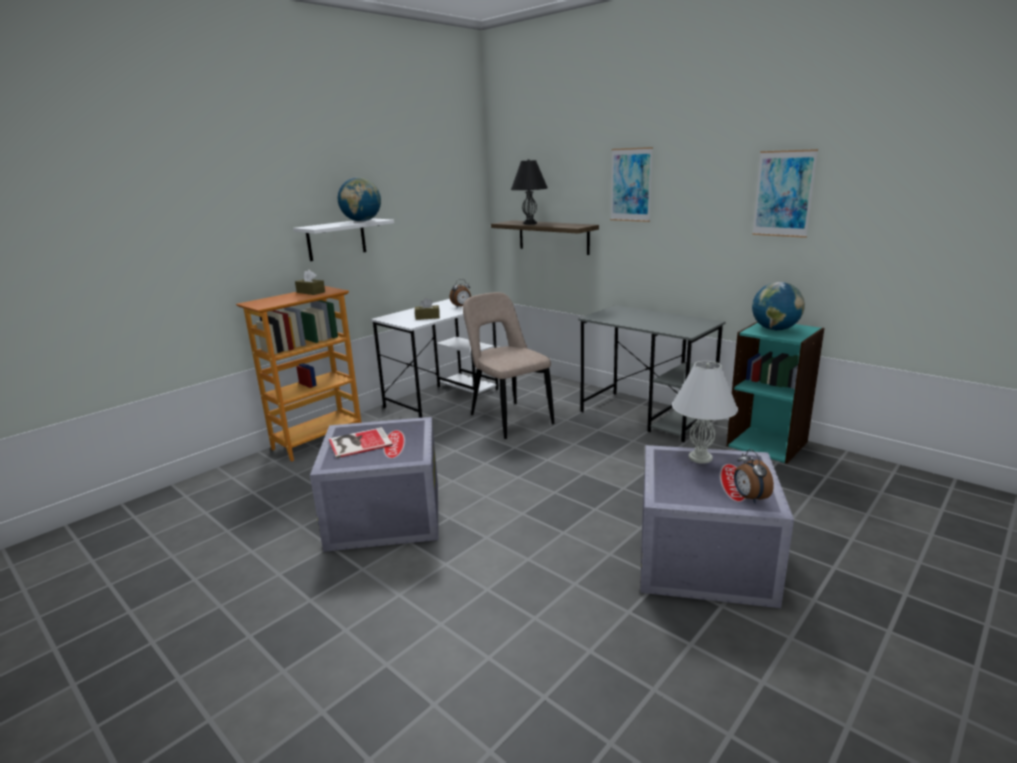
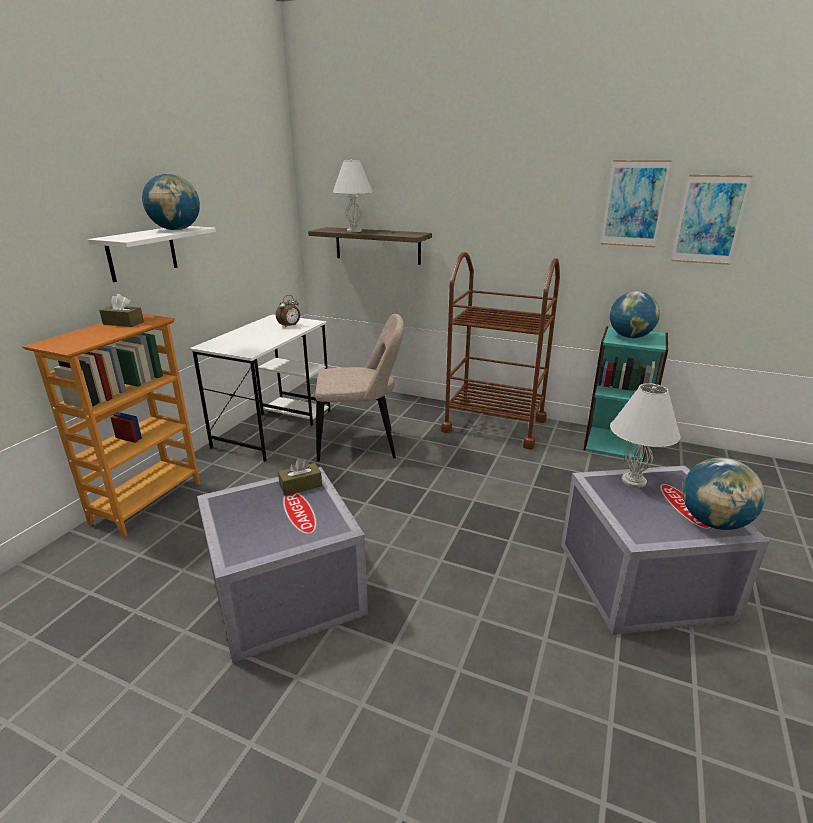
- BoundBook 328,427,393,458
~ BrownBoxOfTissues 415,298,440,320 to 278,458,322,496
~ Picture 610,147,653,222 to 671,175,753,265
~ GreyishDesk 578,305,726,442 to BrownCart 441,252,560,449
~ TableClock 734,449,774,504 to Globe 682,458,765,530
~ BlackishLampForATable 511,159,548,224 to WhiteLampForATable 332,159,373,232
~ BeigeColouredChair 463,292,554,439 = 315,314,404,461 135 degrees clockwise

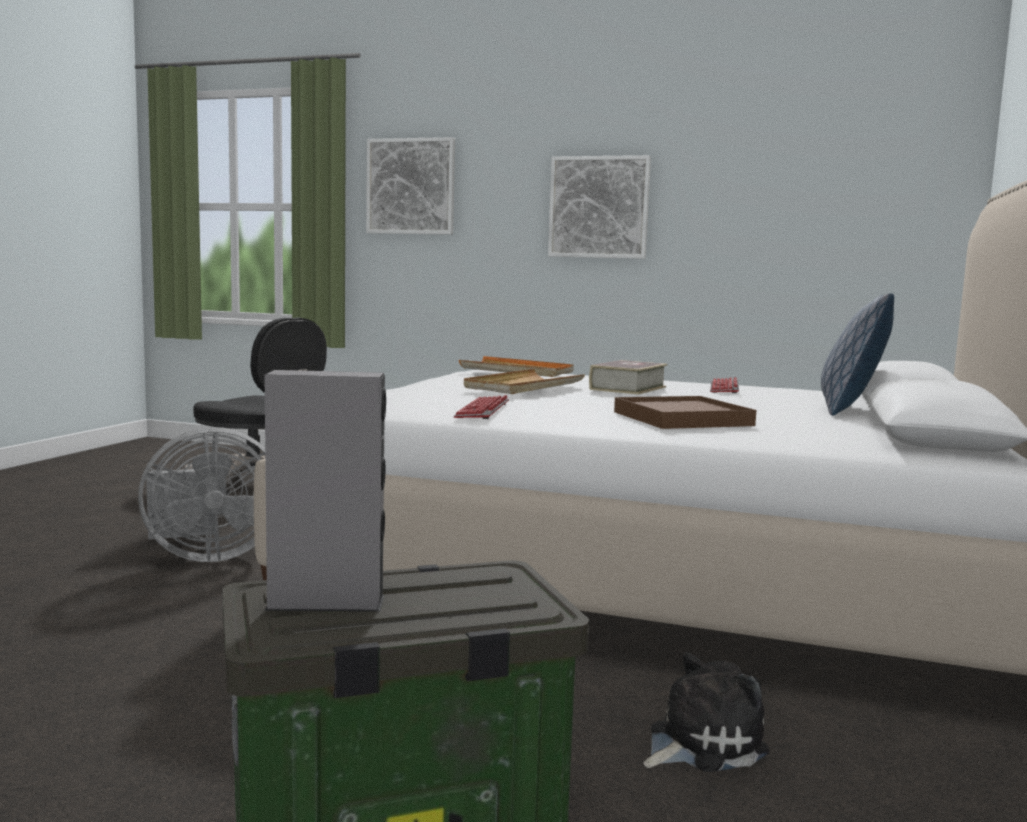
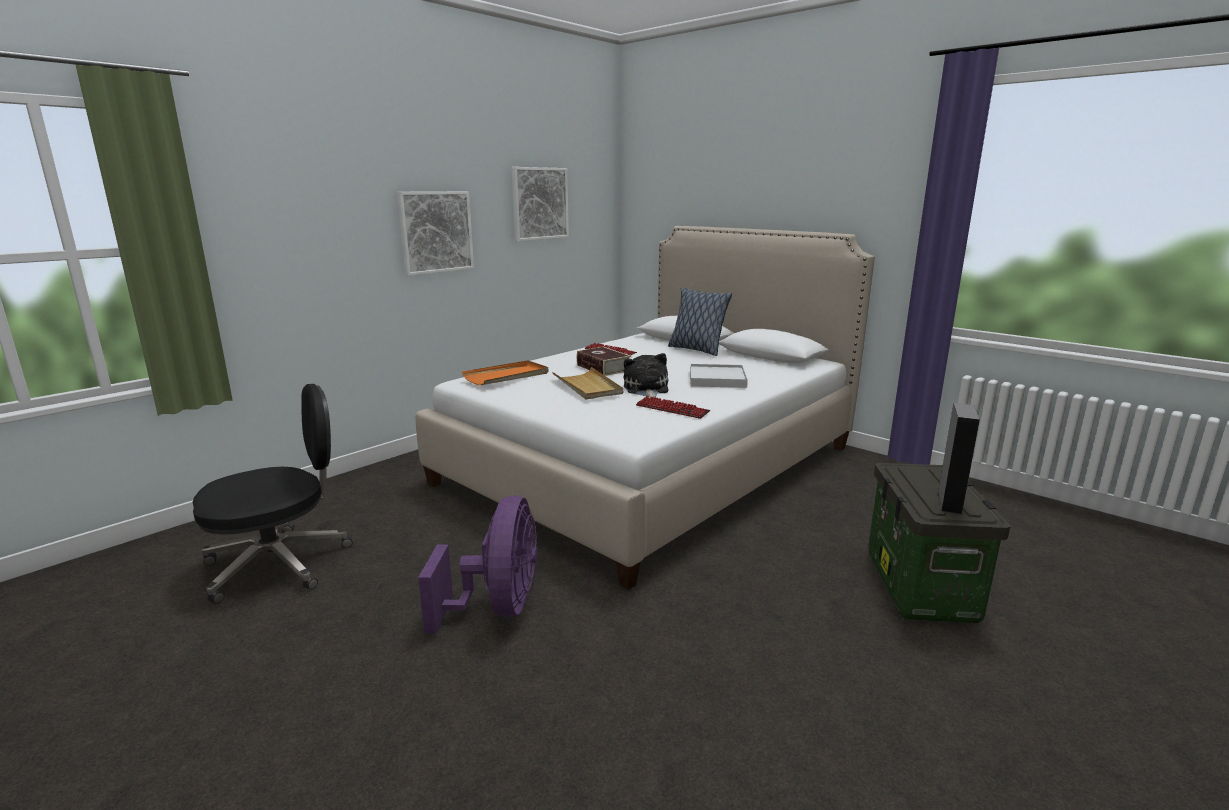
~ Picture 366,137,455,235 to 512,167,569,241
~ PlushToy 644,652,770,772 to 624,353,668,397
~ GreyishElectricFan 138,427,265,562 to PurpleColouredElectricFan 418,496,538,633
~ BrownTray 614,396,756,429 to WhiteTray 690,364,748,388

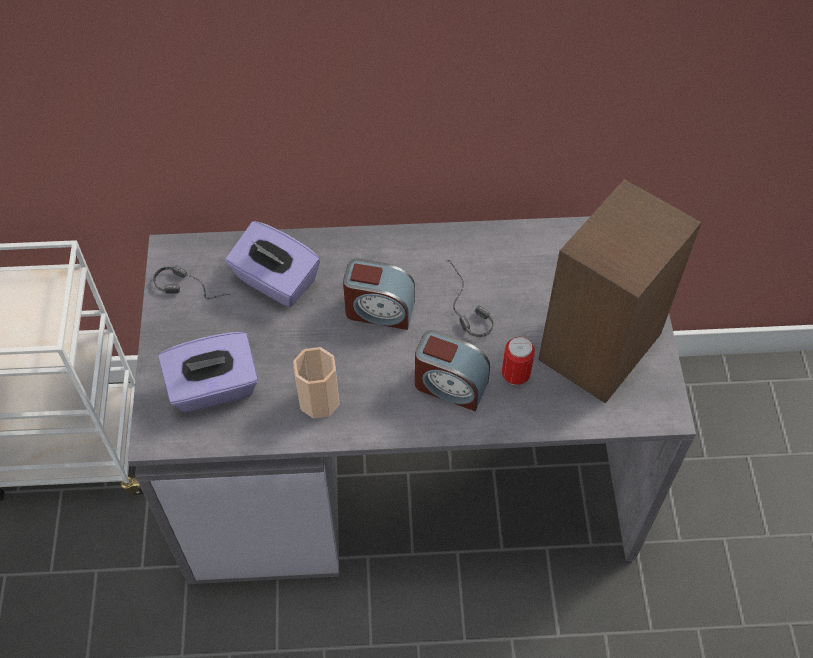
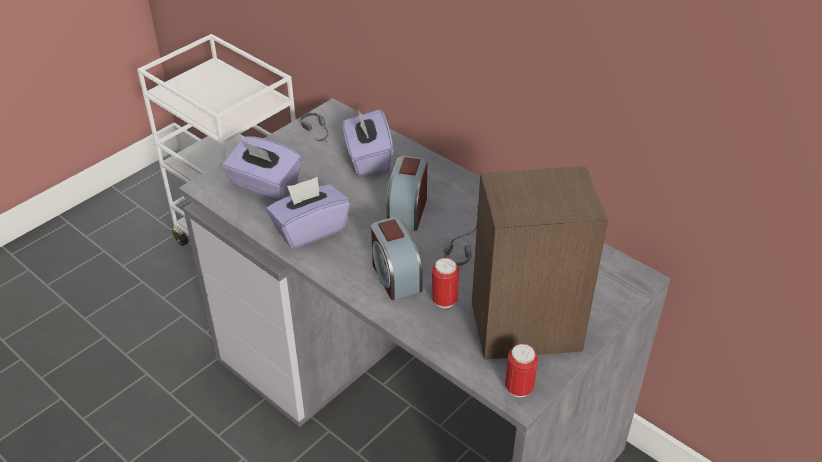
+ MetalCan 505,344,538,397
~ SmallCup 293,347,339,418 to PurpleColouredBoxOfTissues 266,177,350,249
~ TableClock 343,258,415,330 = 386,156,427,231 45 degrees clockwise

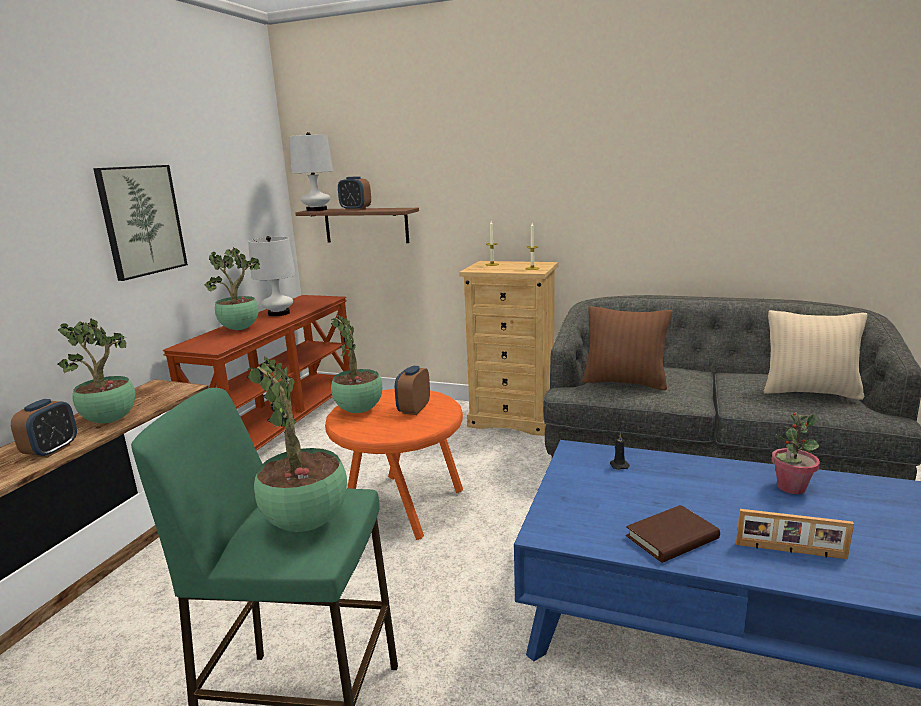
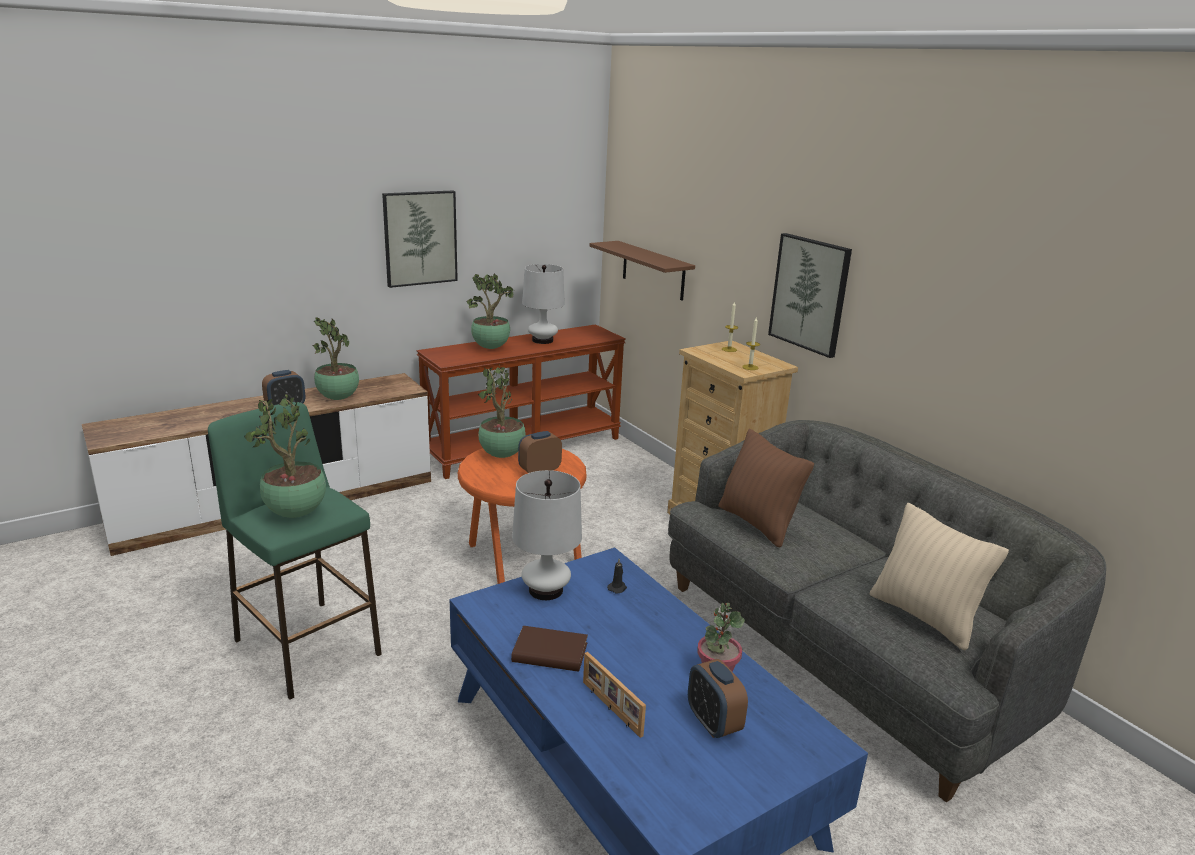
+ Picture 768,233,852,358
~ WhiteLampForATable 289,132,333,211 to 512,470,582,600
~ TableClock 338,176,371,210 to 688,659,748,738

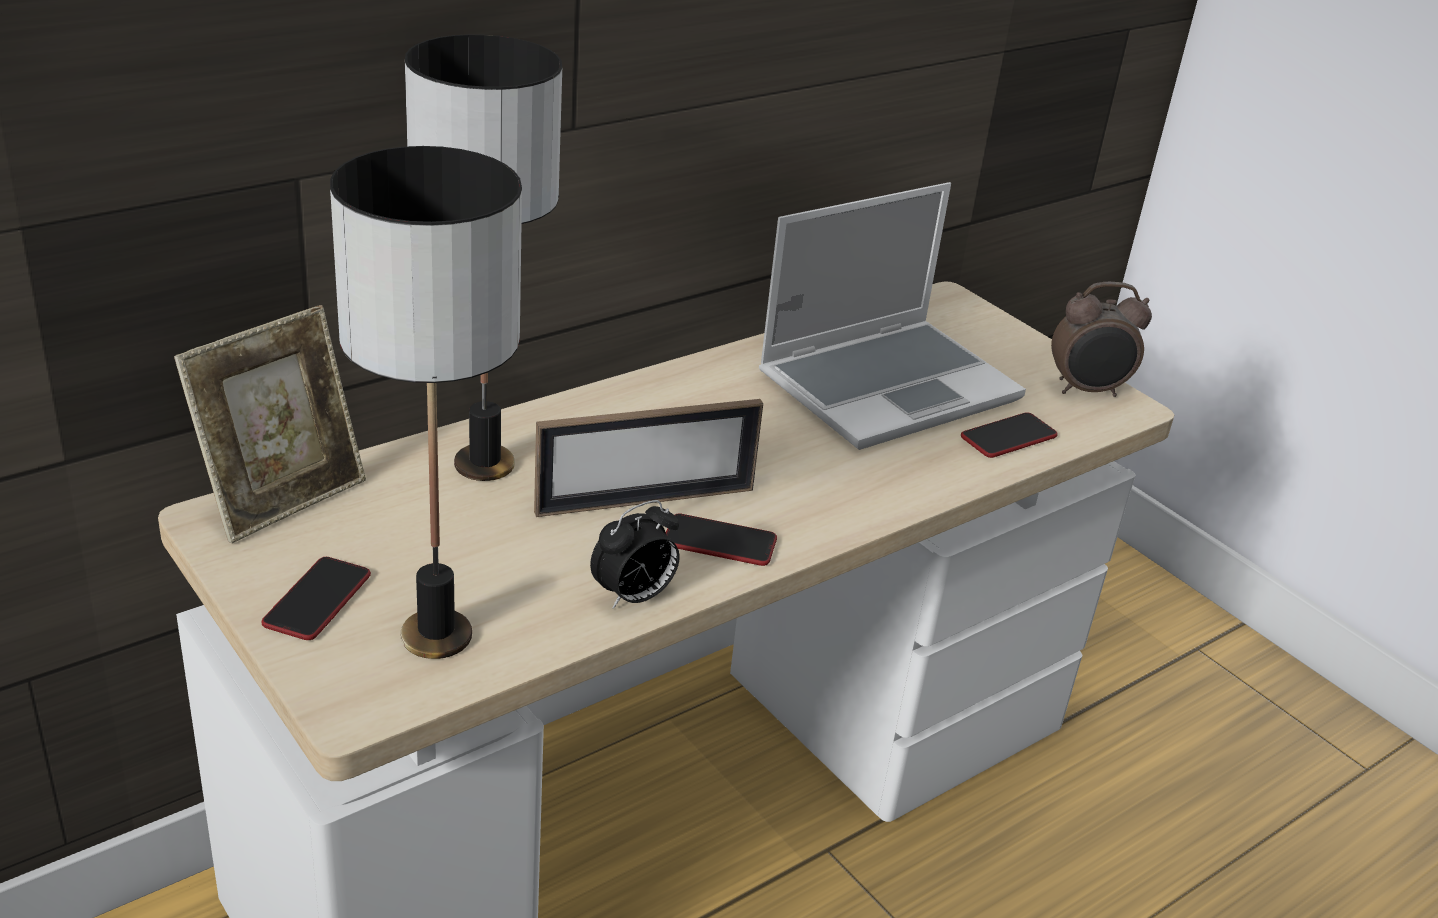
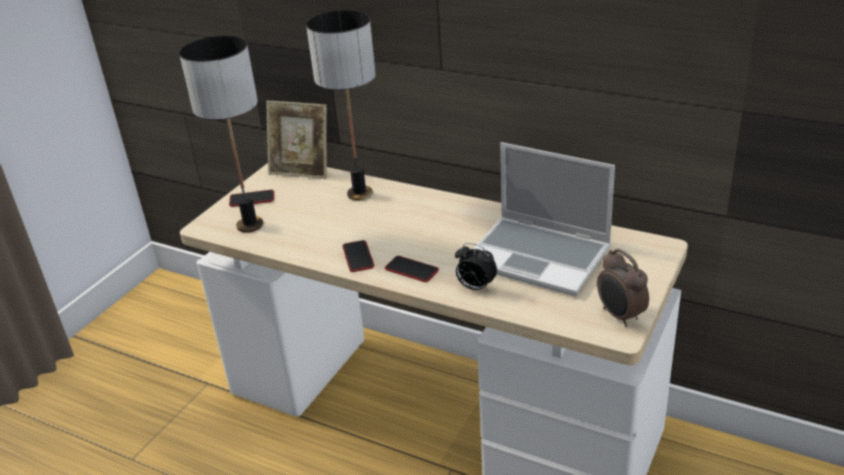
- StandingFrame 534,399,763,517
~ TableClock 590,500,680,609 to 455,243,497,291
~ Handset 961,412,1058,458 to 385,256,439,282

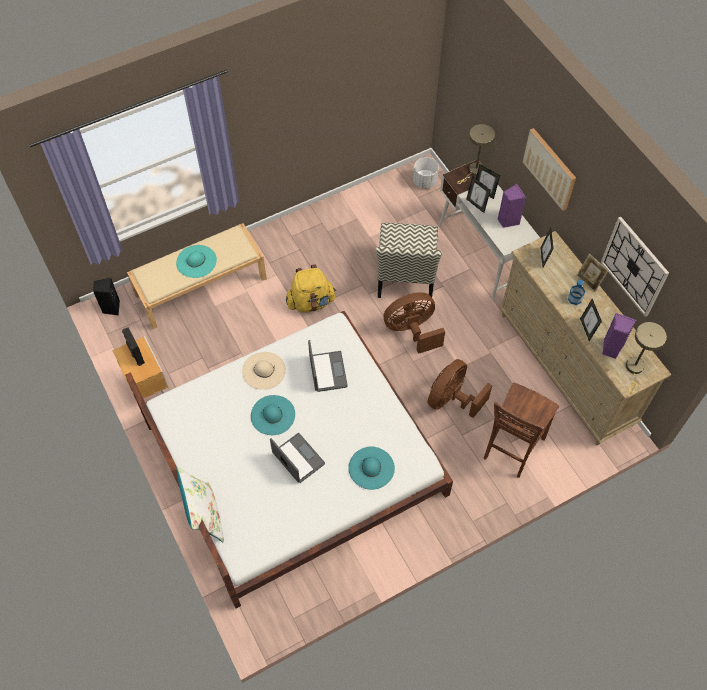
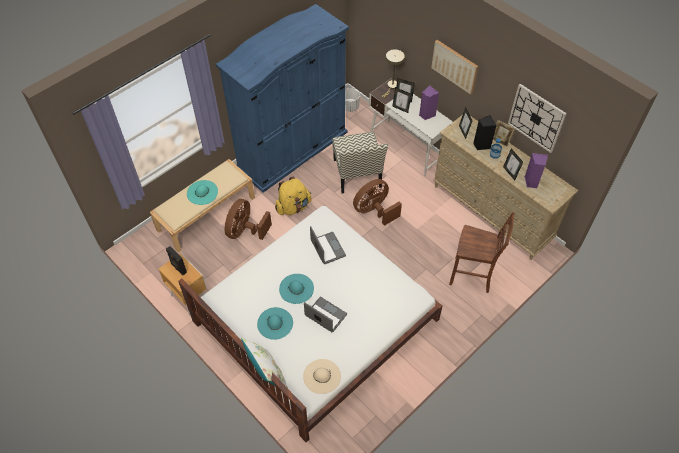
- BeigeColouredLampForATable 626,322,667,393
+ BluishWardrobe 216,4,349,193
~ BlackishAudioSpeaker 93,278,120,316 to 473,115,497,150
~ BeigeColouredClothingHat 242,352,286,390 to 303,359,341,394
~ TurquoiseClothingHat 348,447,395,490 to 257,307,293,340
~ BrownElectricFan 427,359,492,418 to 225,199,272,240
~ BrownChair 483,383,559,478 = 449,212,515,293 90 degrees counterclockwise

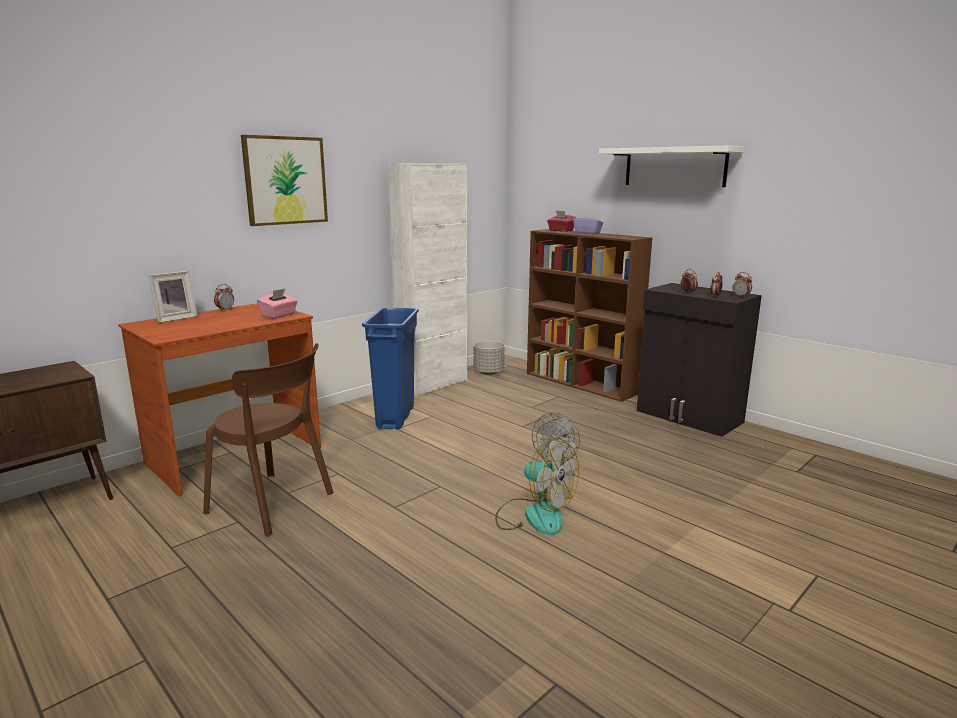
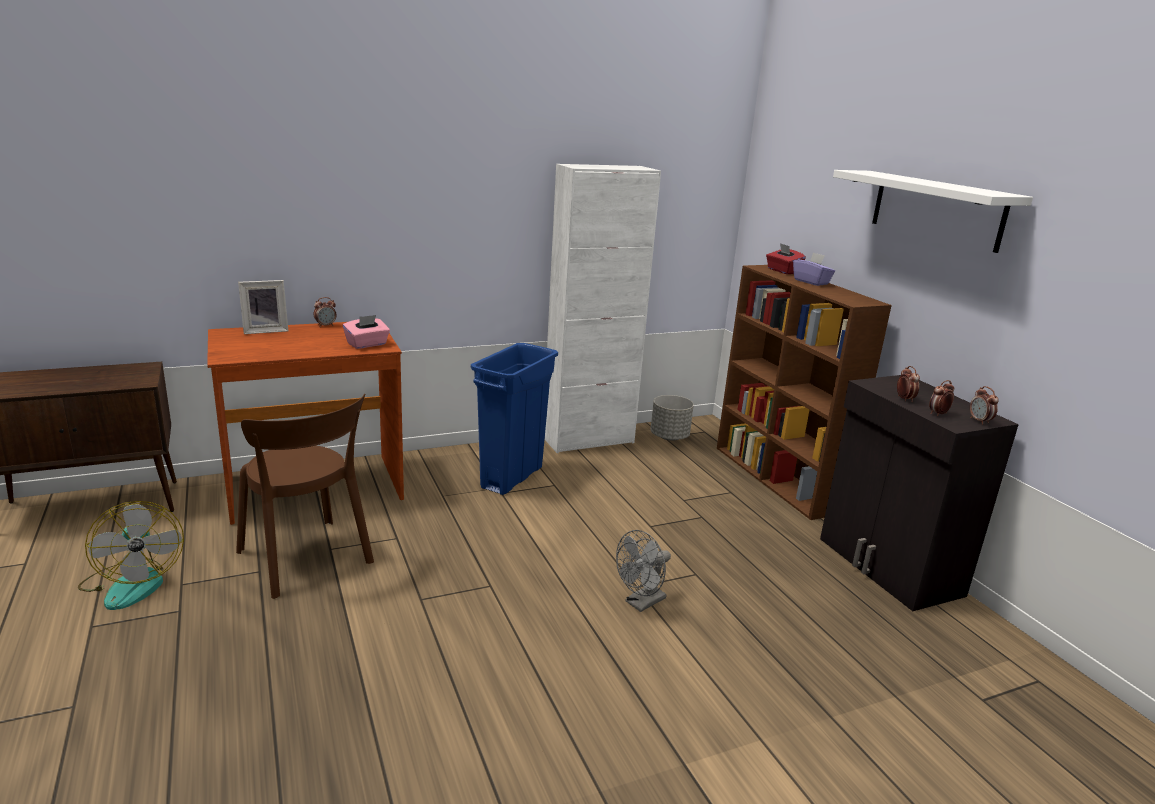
- Picture 241,135,328,226
~ ElectricFan 495,438,579,535 to 78,501,184,610

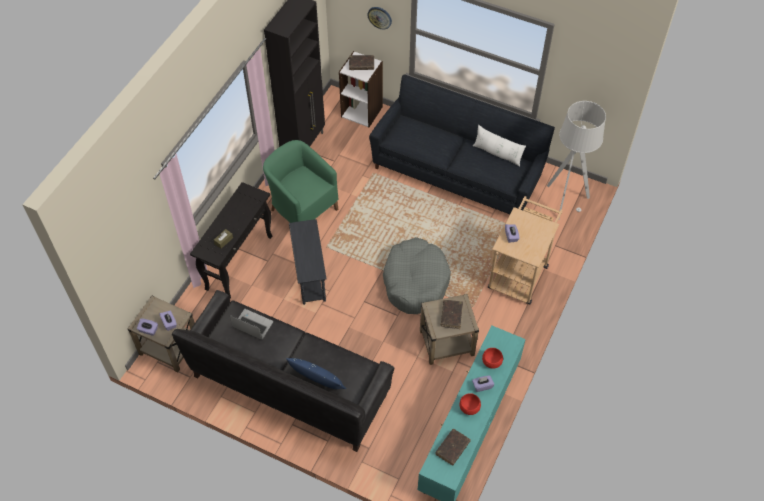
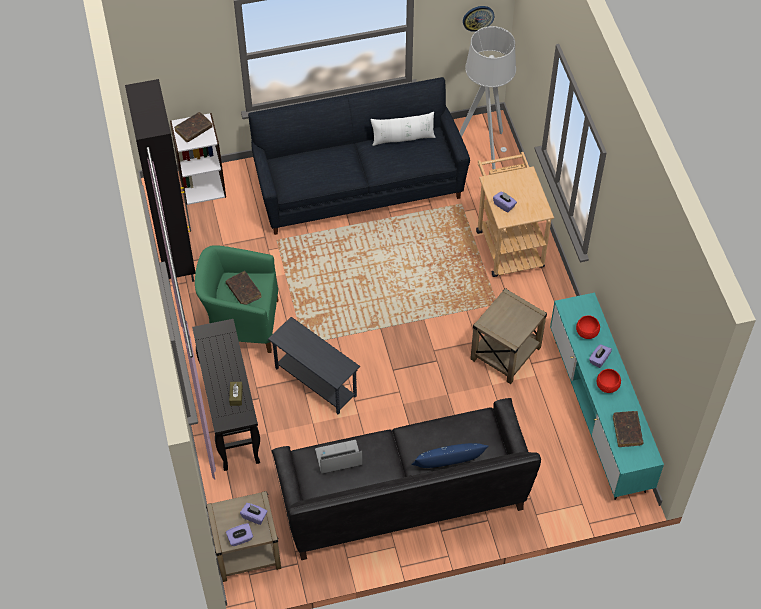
- GreyishDogCushion 383,237,451,314
~ WallClock 367,7,392,29 to 463,6,494,32
~ BrownBoundBook 441,300,463,329 to 226,271,262,305

